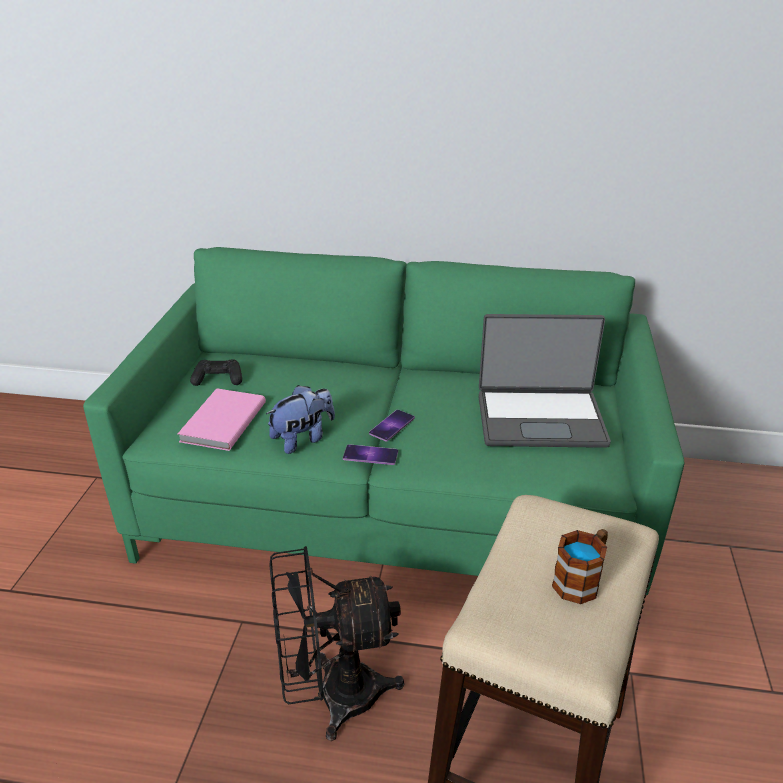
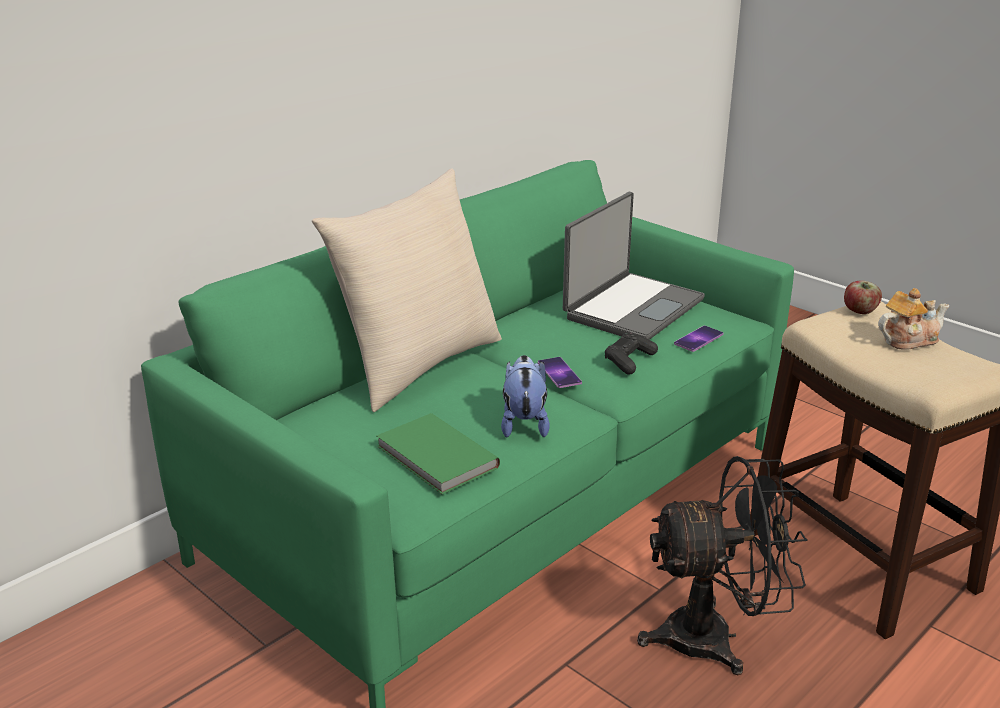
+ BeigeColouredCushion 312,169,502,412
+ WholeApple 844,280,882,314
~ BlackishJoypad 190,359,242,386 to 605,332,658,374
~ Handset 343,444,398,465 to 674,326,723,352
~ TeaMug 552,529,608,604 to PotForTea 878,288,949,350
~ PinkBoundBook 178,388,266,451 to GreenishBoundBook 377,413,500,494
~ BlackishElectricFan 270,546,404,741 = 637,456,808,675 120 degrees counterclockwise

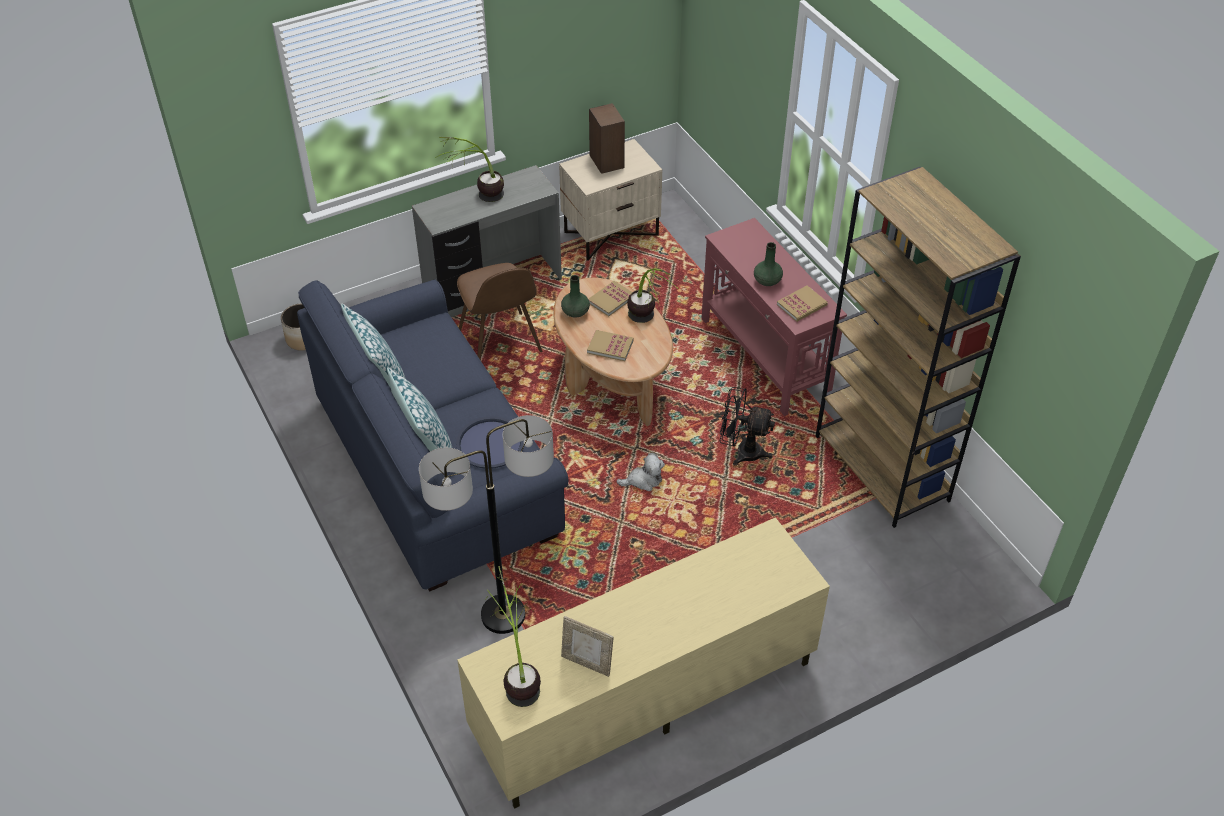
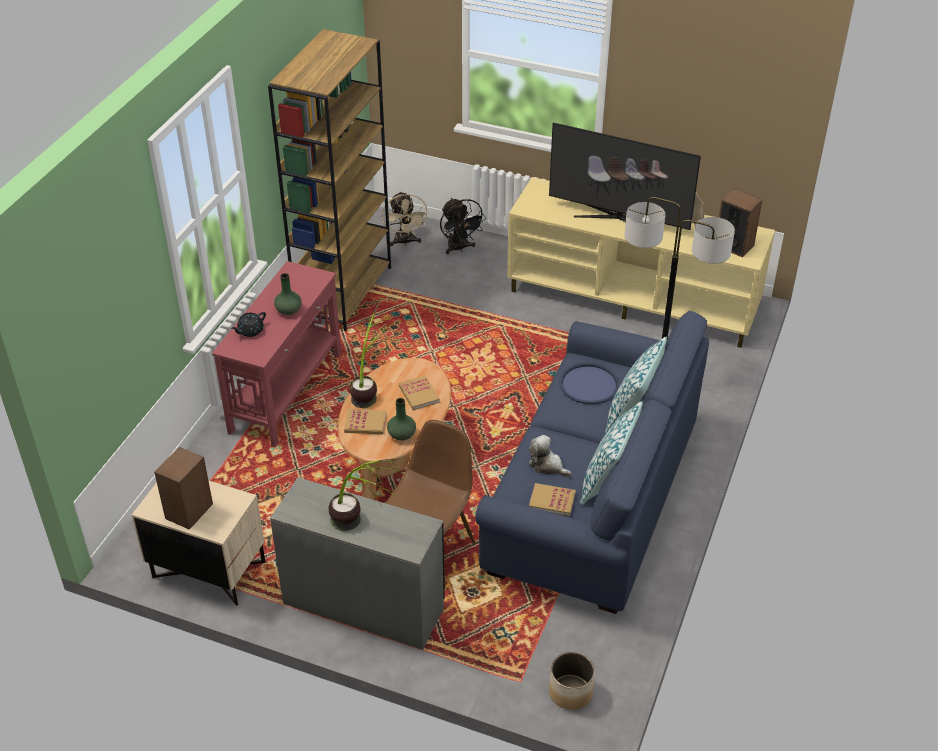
+ BlackishPotForTea 231,312,266,337
+ BeigeColouredElectricFan 382,191,429,246
+ TvSet 549,123,701,230
~ PlushToy 616,453,665,491 to 529,435,571,477
~ BlackishElectricFan 720,387,775,466 to 440,198,486,254
~ BoundBook 777,285,828,322 to 529,483,576,516
~ PlantInAPot 487,566,541,707 to AudioSpeaker 719,189,762,257

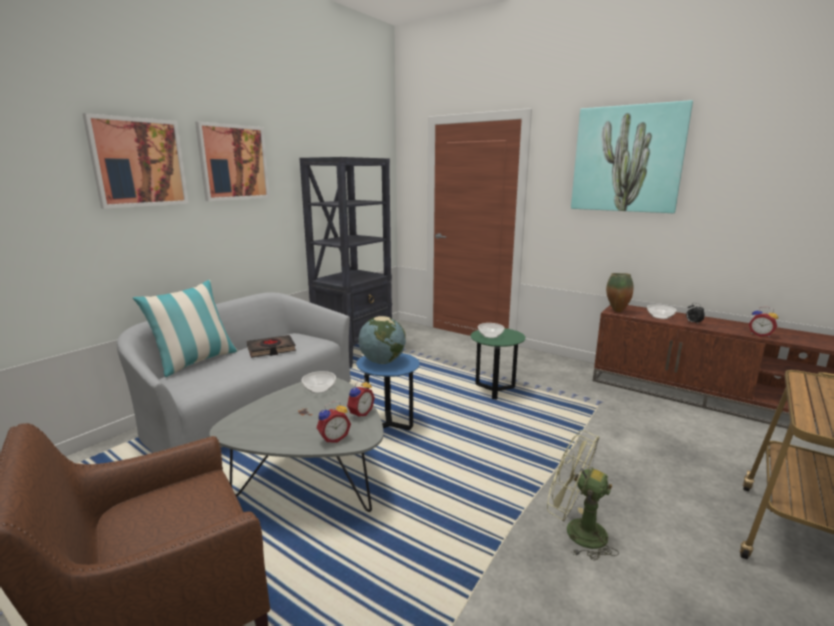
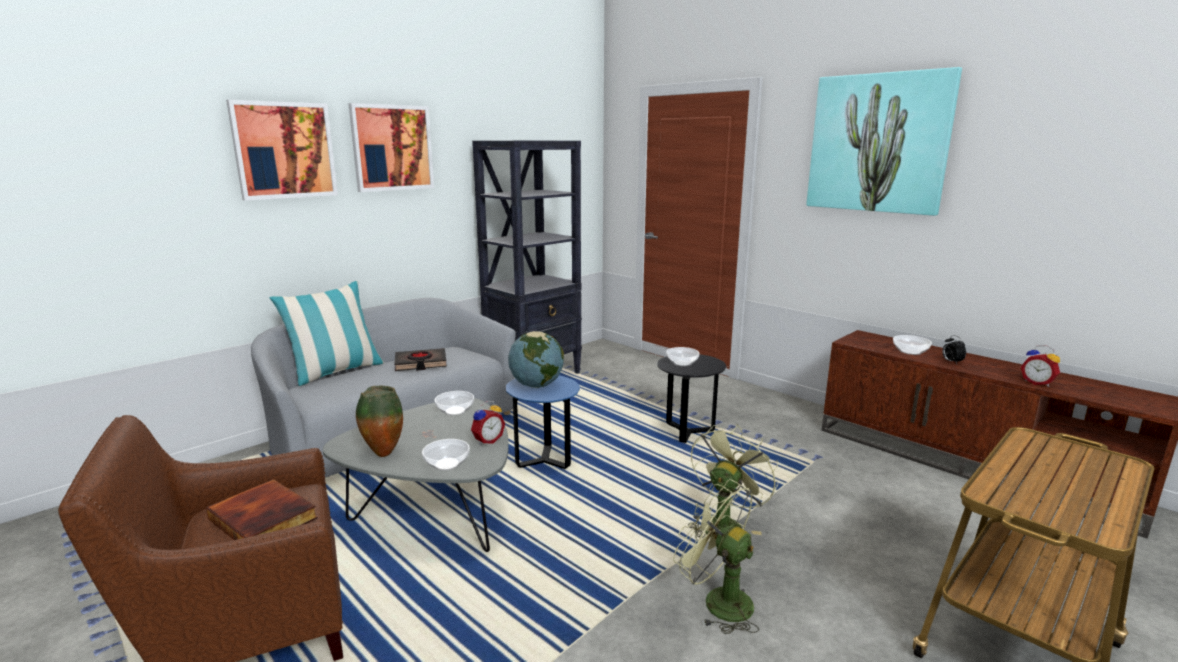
+ BoundBook 206,479,318,540
+ GreenishElectricFan 688,425,779,541
~ DecorativeVase 606,273,634,313 to 356,386,403,457
~ TableClock 316,402,351,443 to DeepDish 422,439,470,471
~ GreenishSideTable 471,328,525,399 to BlackishSideTable 657,354,726,443

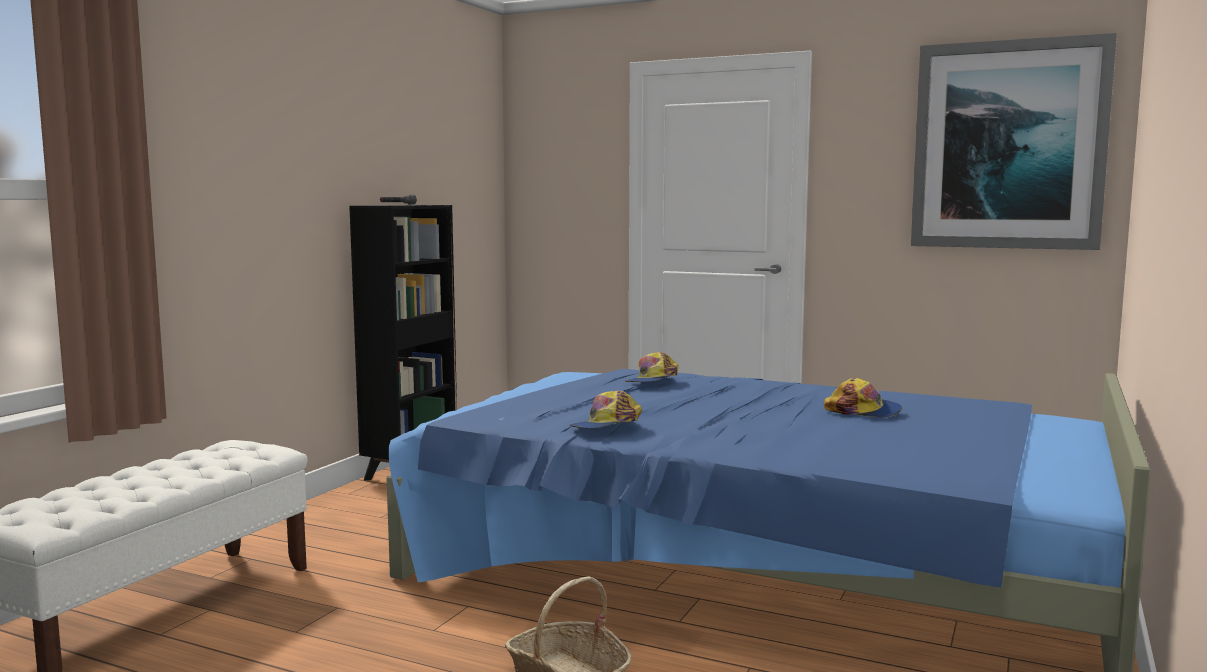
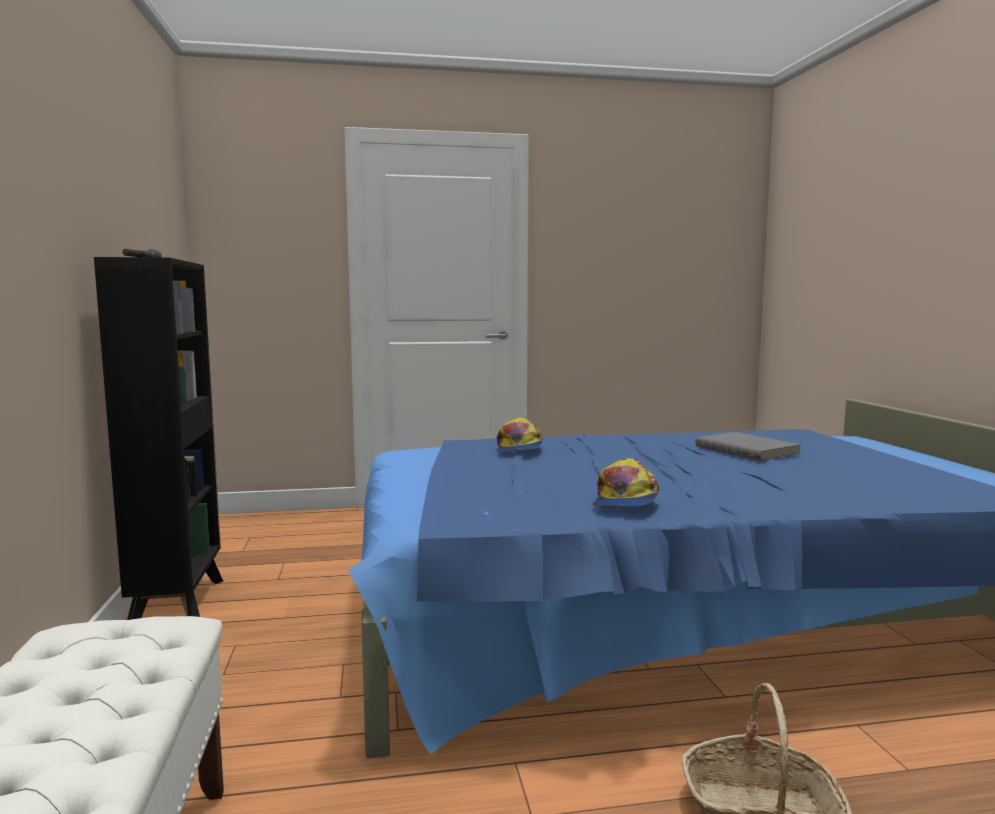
- Picture 911,33,1117,250
~ BaseballCap 824,378,902,418 to GreyishBoundBook 696,432,801,461

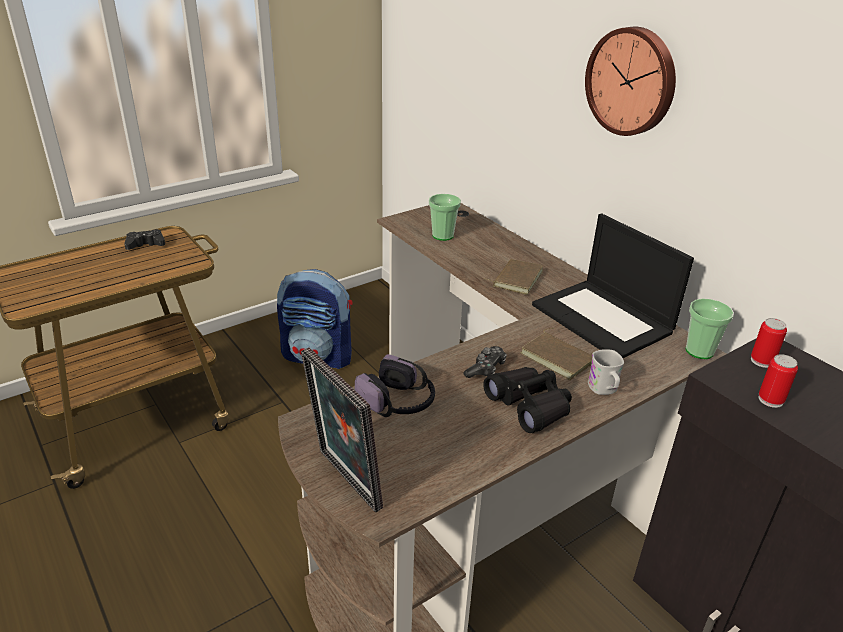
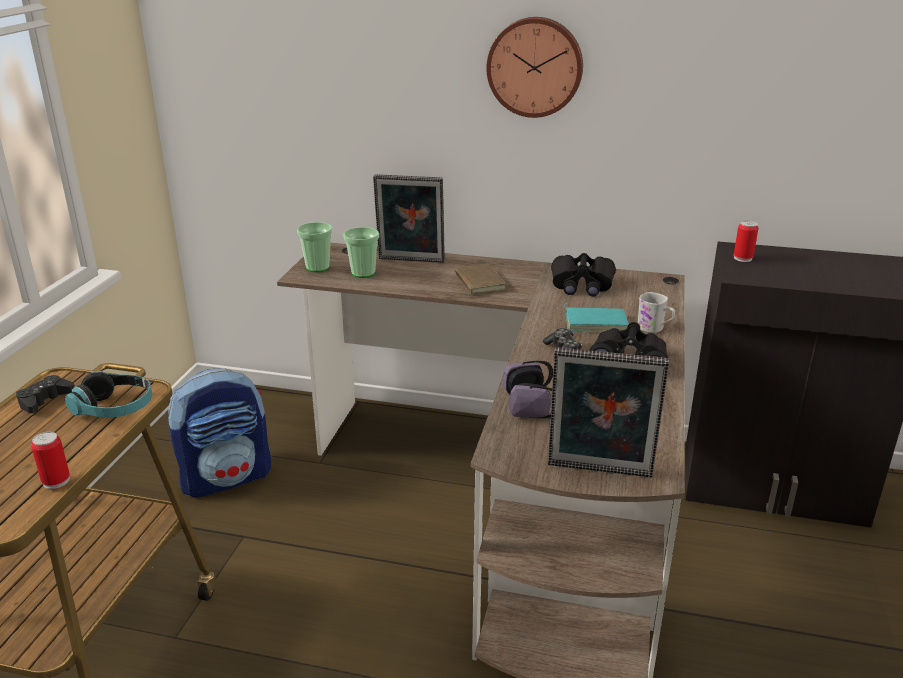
+ Headset 65,371,152,418
+ StandingFrame 373,174,445,263
~ SmallCup 685,298,734,359 to 297,222,332,272
~ MetalCan 758,354,798,408 to 31,432,70,489
~ PortableComputer 532,214,694,358 to BlackishBinoculars 551,253,616,296
~ BrownBoundBook 520,328,592,380 to TurquoiseBoundBook 564,303,629,332

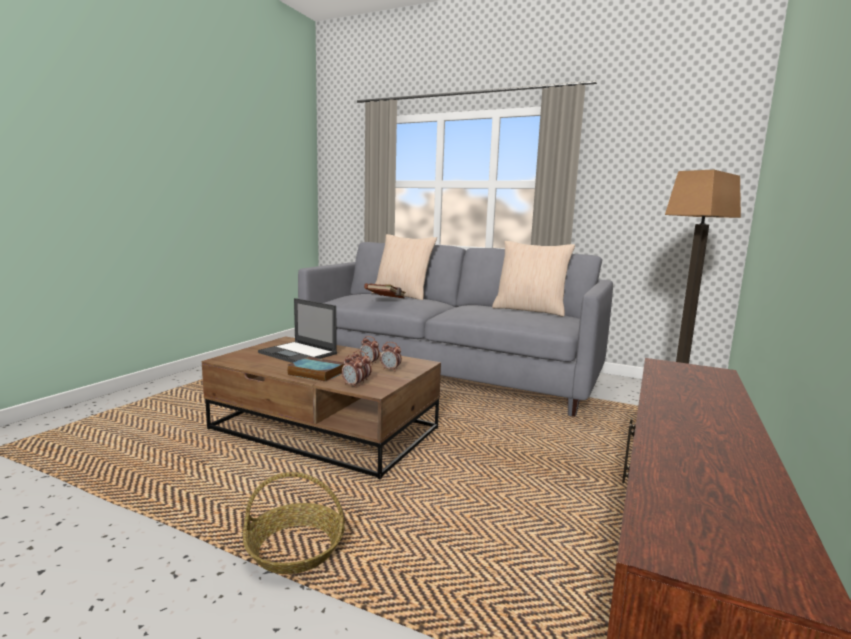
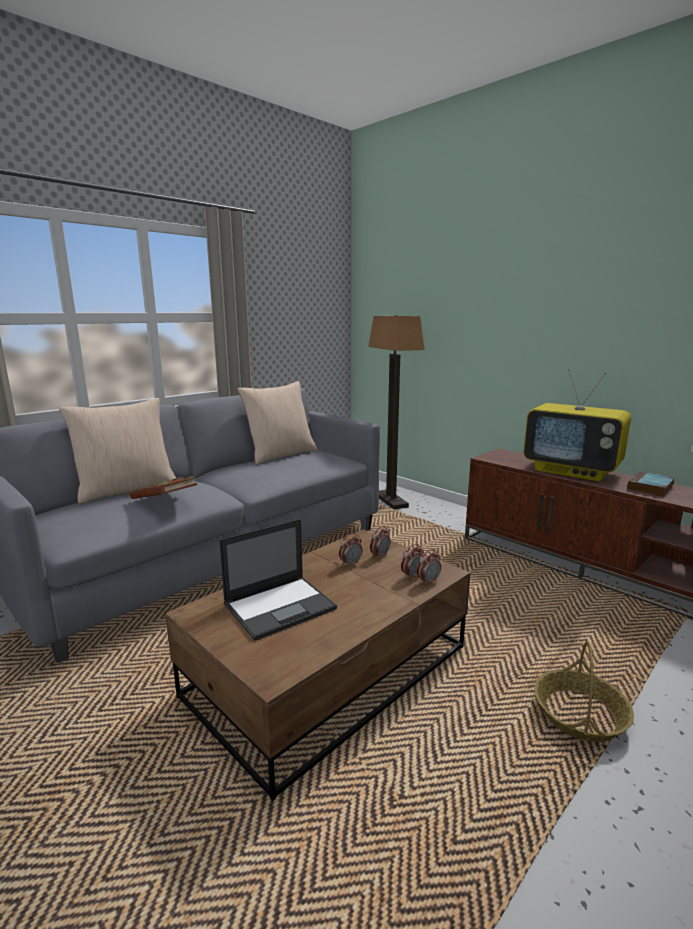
+ TvSet 523,369,631,482
~ BoundBook 287,357,345,382 to 627,472,674,497

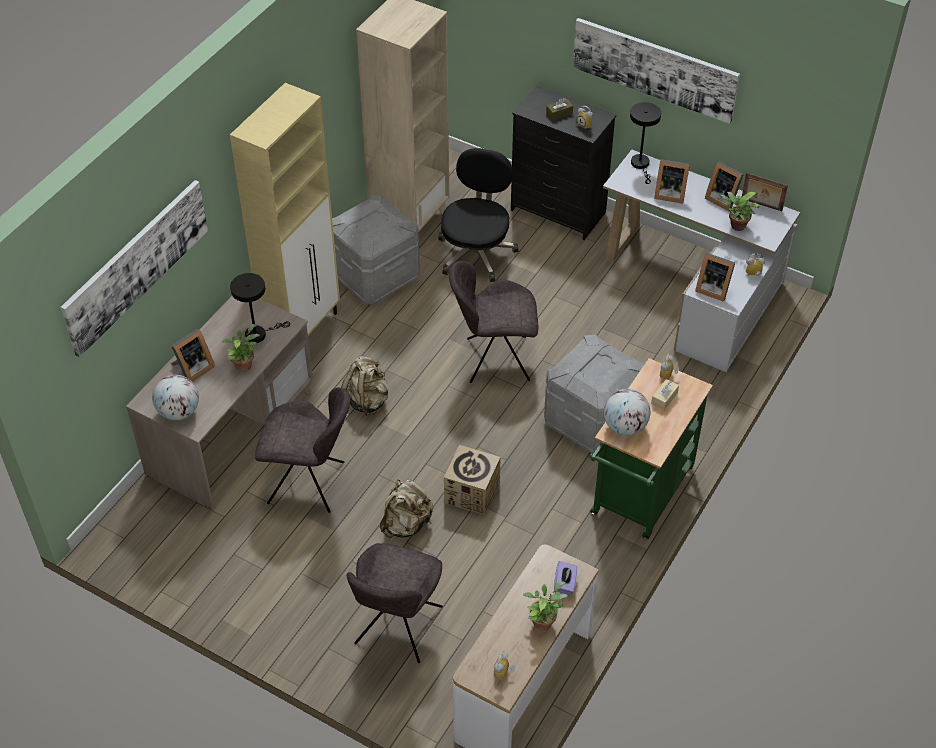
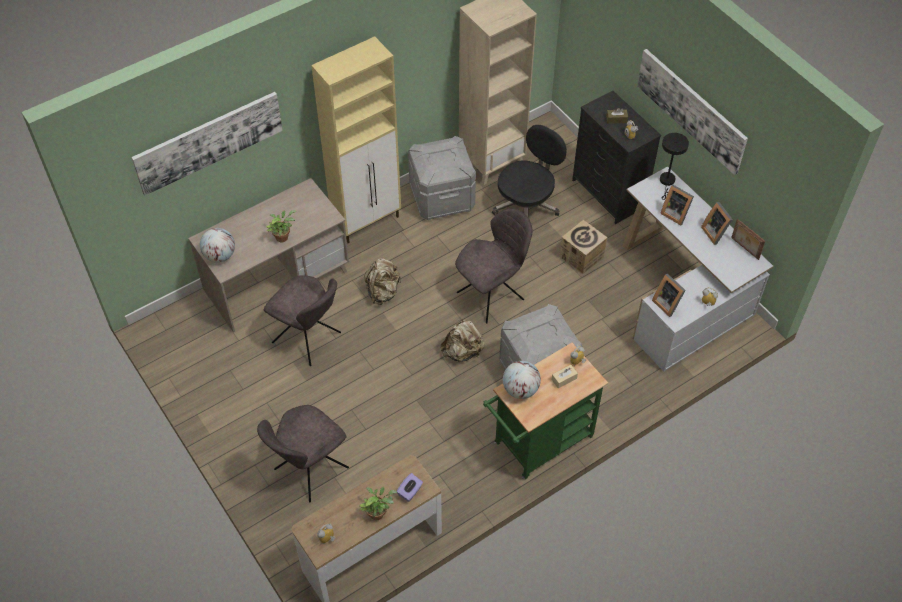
- StandingFrame 171,329,215,382
- BlackishLampForATable 230,273,290,343
- PlantInAPot 720,192,760,231
~ BeigeColouredRucksack 380,480,433,538 to 440,318,485,362
~ CardboardBox 444,445,501,515 to 560,220,607,274
~ GreyishChair 449,261,538,383 = 455,208,532,324 120 degrees clockwise

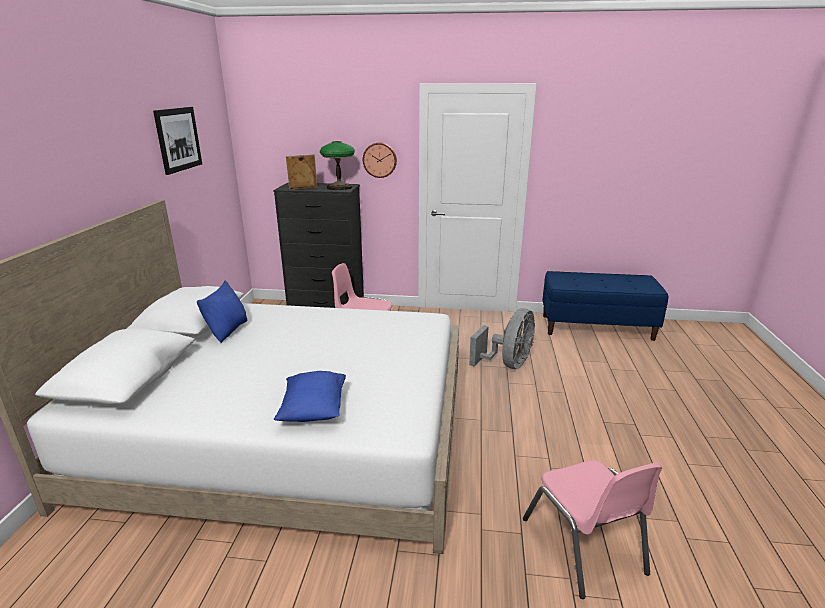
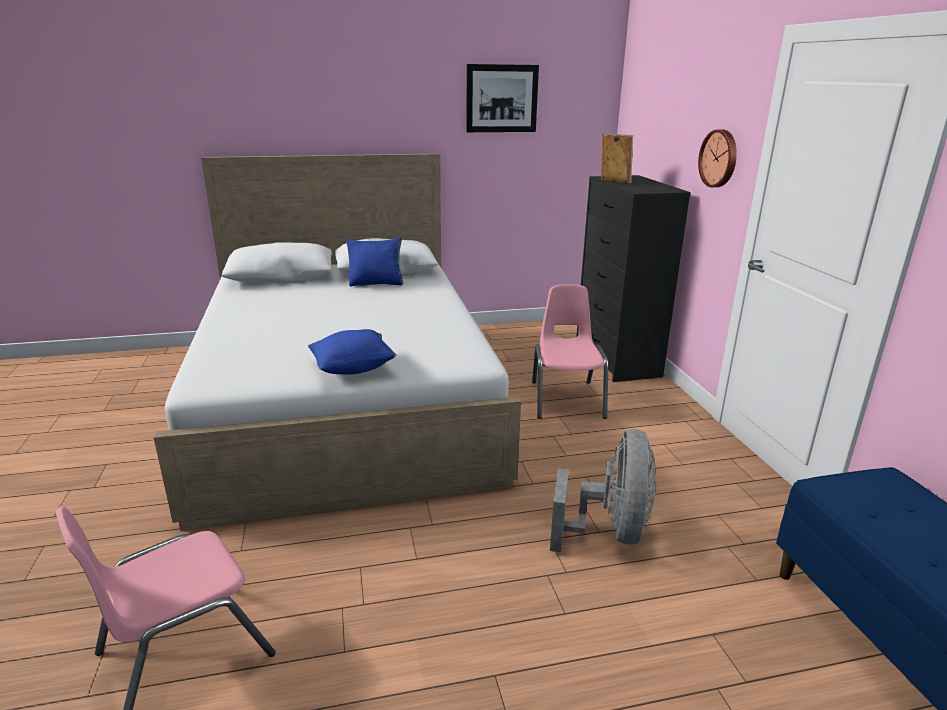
- LampForATable 320,141,355,190
~ BluishCushion 274,371,346,422 to 308,329,397,375
~ GreyishElectricFan 469,308,535,369 = 550,429,657,553 90 degrees counterclockwise

